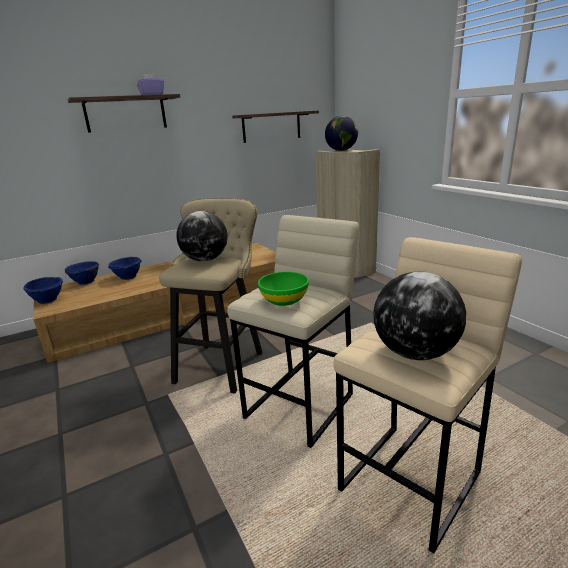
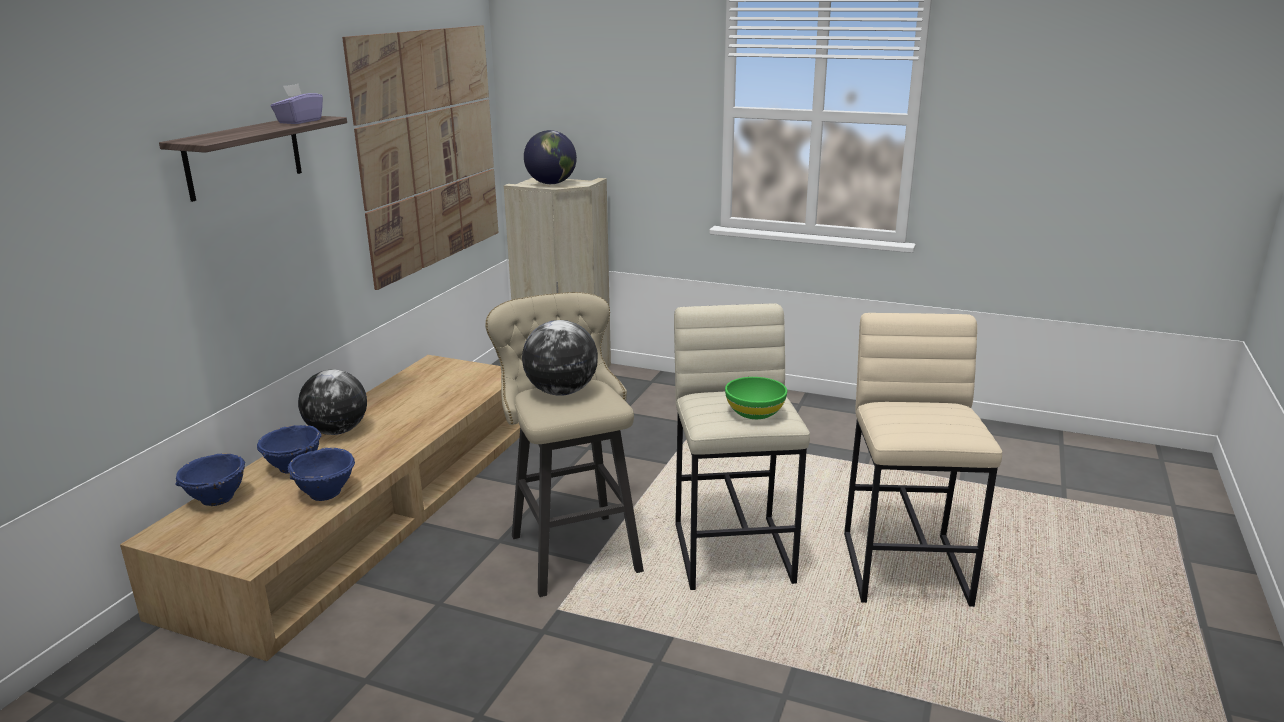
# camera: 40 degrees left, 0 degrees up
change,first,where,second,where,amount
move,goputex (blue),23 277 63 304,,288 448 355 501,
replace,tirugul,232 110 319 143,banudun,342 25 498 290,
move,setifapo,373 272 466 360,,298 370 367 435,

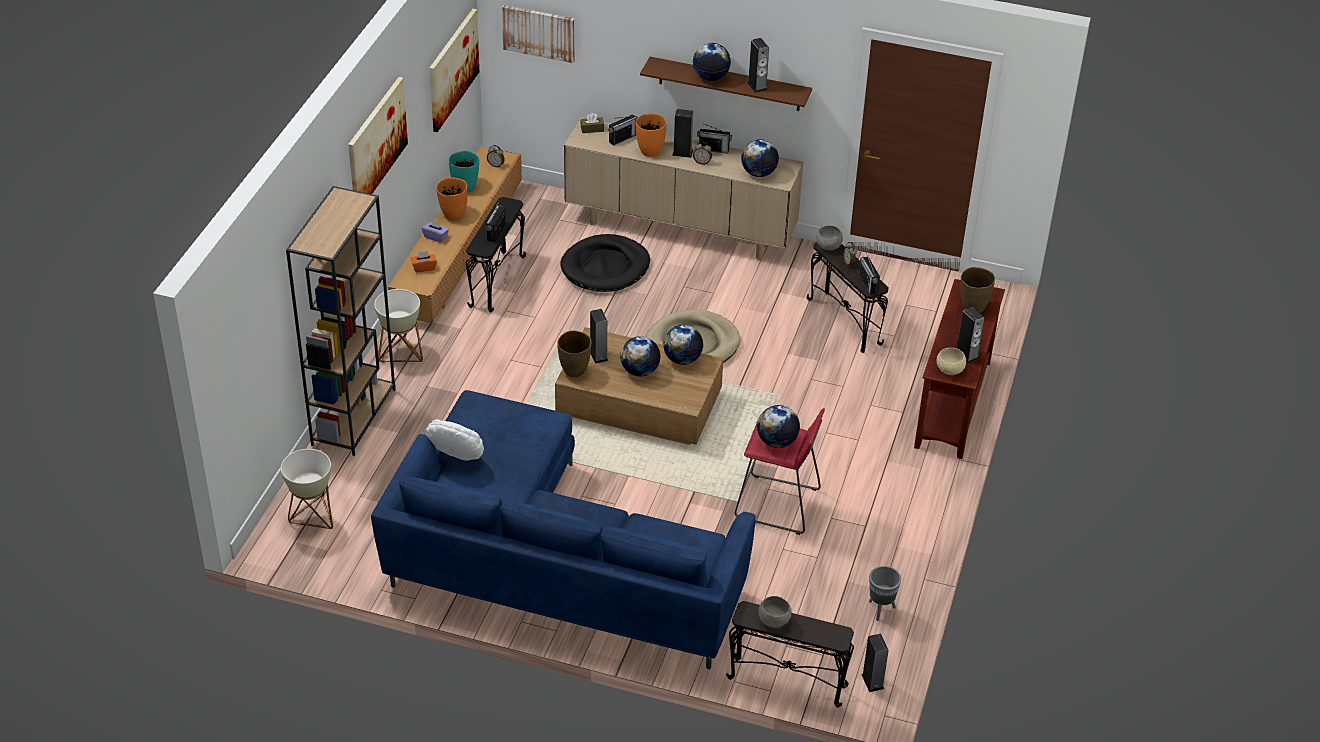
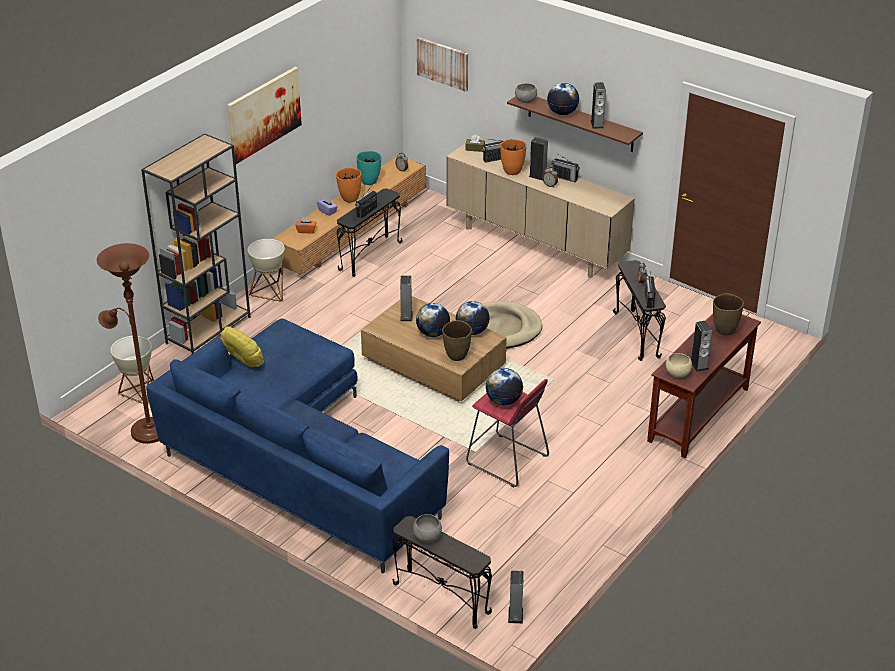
# camera: 20 degrees right, 5 degrees down
change,first,where,second,where,amount
recolor,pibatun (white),426 419 484 461,pibatun (yellow),221 327 264 367,
delete,banudun,429 9 479 132,,,
move,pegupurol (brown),557 330 591 377,,442 320 472 361,
delete,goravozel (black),560 234 650 292,,,
delete,setifapo,741 139 779 177,,,
move,goputex (grey),816 225 843 251,,515 83 537 103,
delete,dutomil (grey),869 566 901 621,,,
insert,,,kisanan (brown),97 243 159 444,

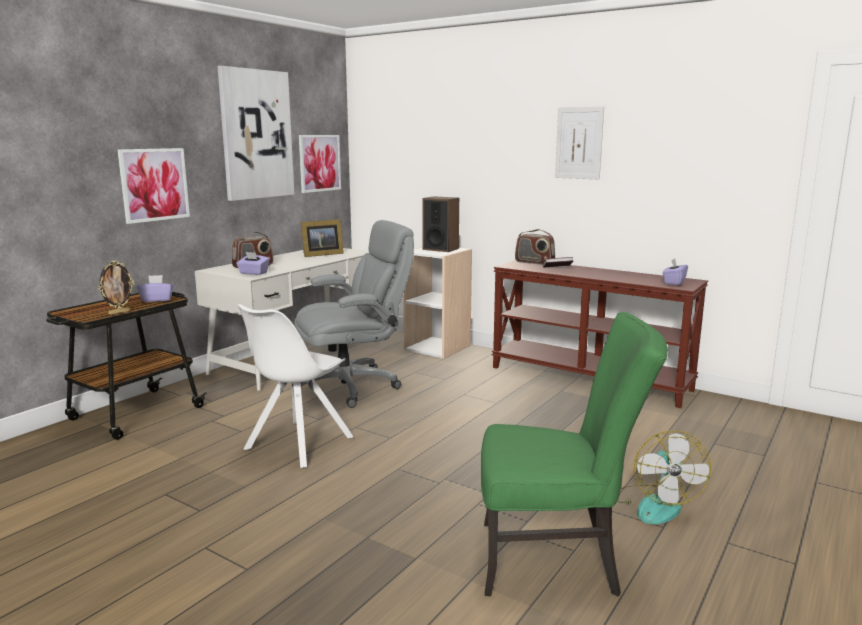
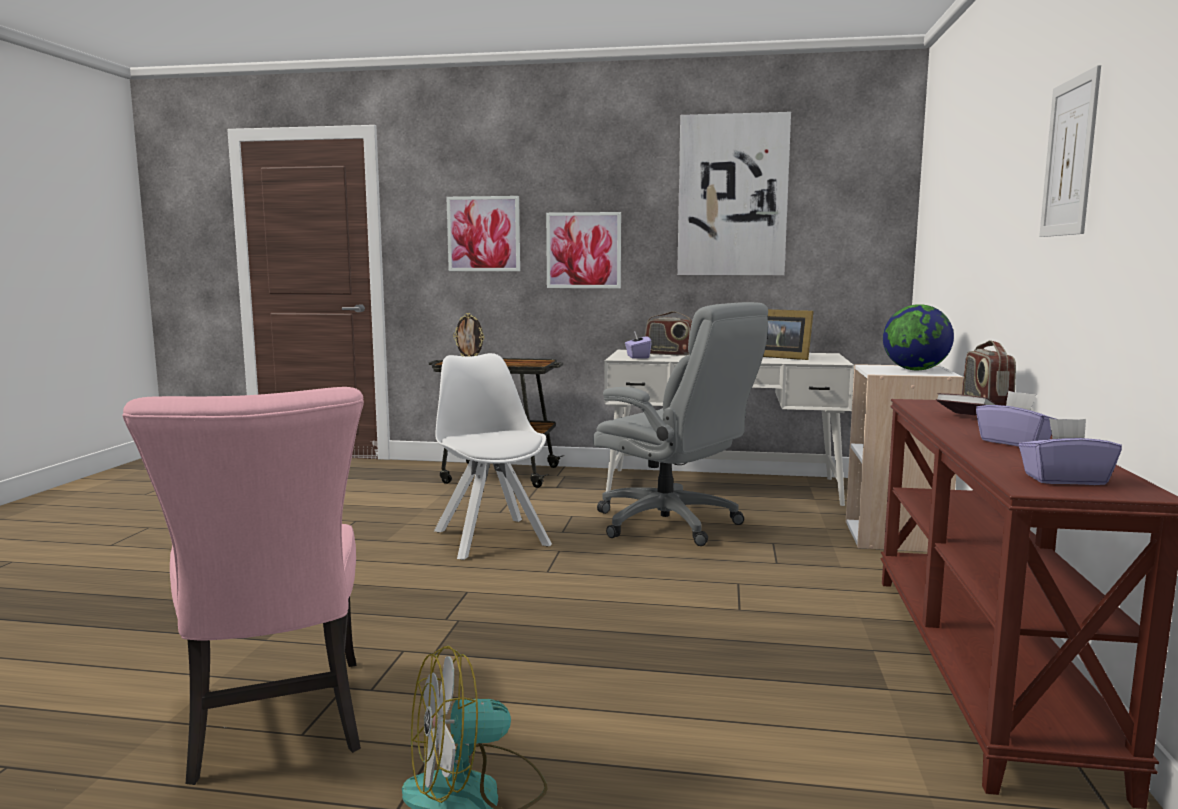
# camera: 65 degrees right, 5 degrees down
change,first,where,second,where,amount
move,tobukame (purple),137 275 174 302,,976 391 1056 447,
rotate,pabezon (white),238 304 354 468,,434 353 552 560,60 degrees clockwise
move,banudun,299 135 341 193,,446 196 520 271,
replace,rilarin,422 196 459 252,setifapo,883 304 954 370,
recolor,pabezon (green),481 312 668 597,pabezon (pink),122 387 364 785,

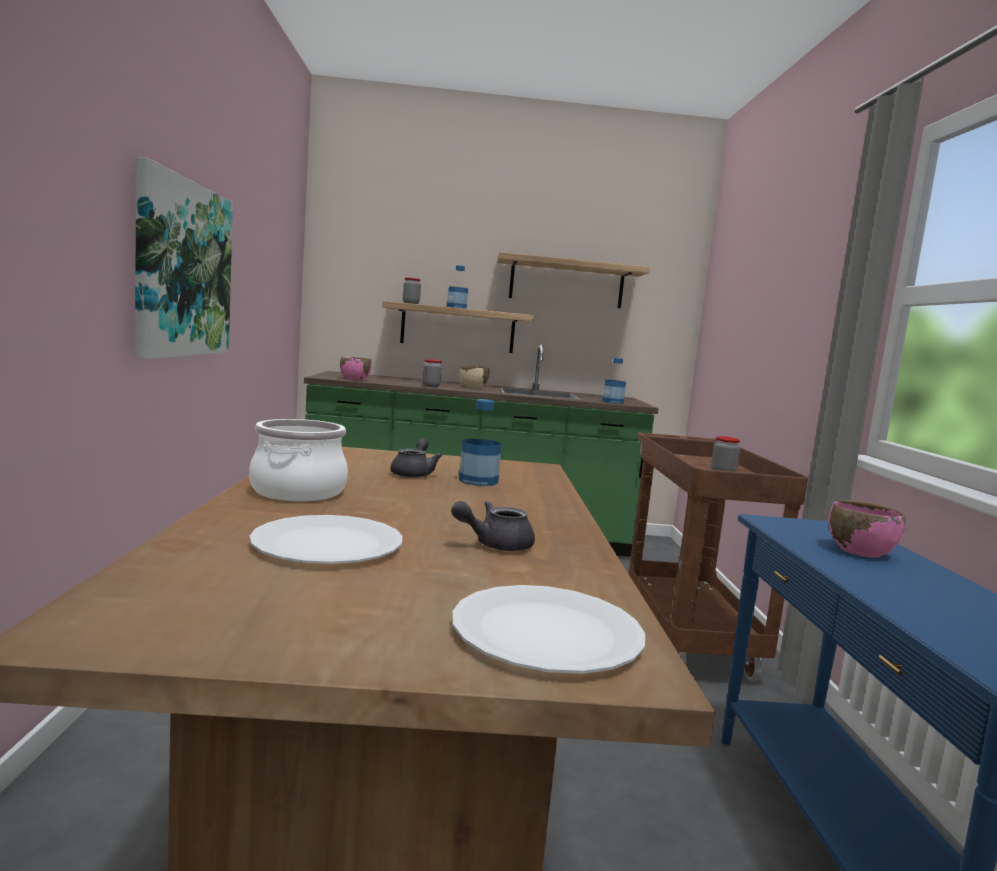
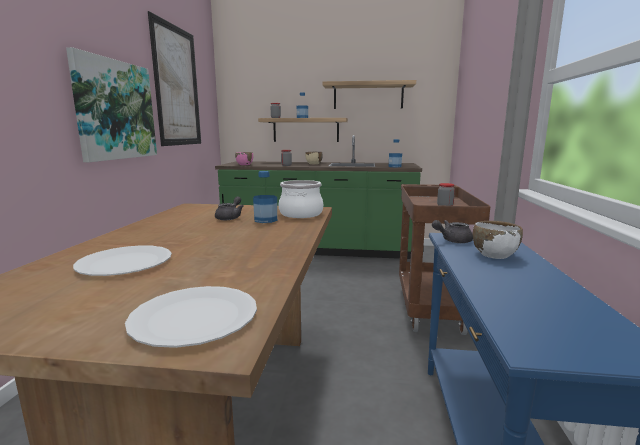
# camera: 10 degrees right, 5 degrees up
change,first,where,second,where,amount
move,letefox,249 419 348 502,,279 180 323 218,
move,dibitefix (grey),451 501 535 551,,432 220 473 243,
recolor,goputex (pink),829 500 906 558,goputex (white),473 221 523 259,
insert,,,banudun,148 11 201 146,

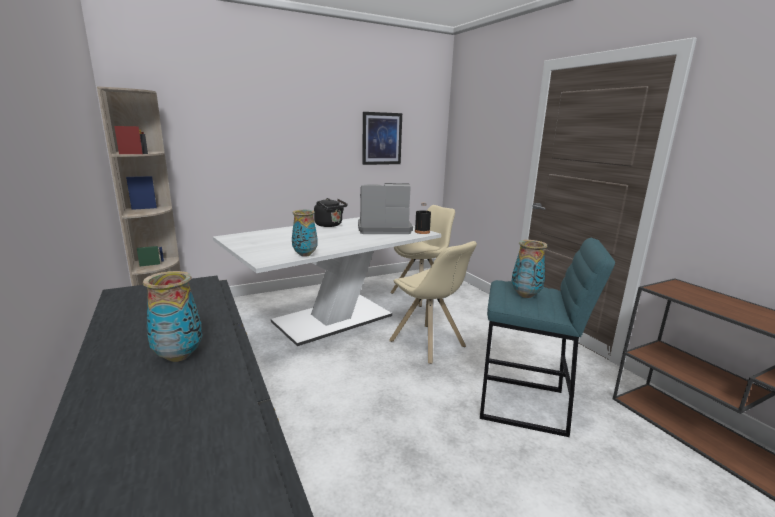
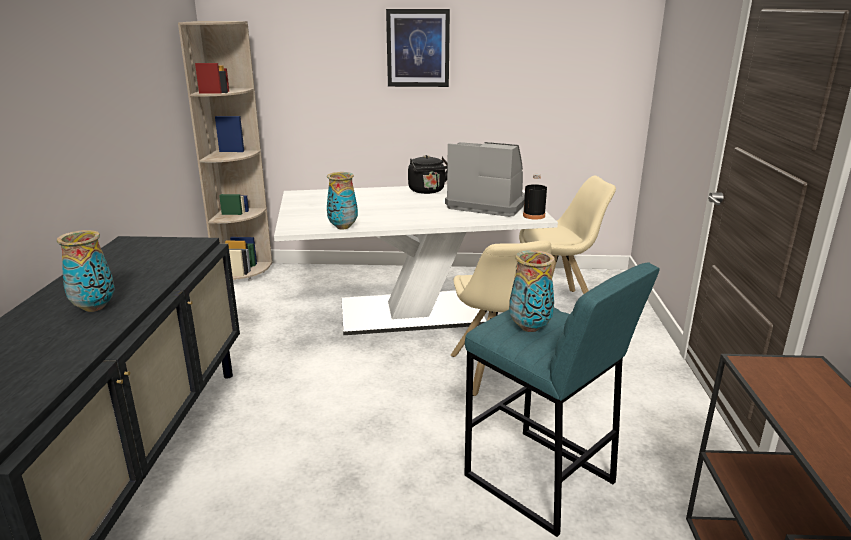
# camera: 30 degrees right, 5 degrees up
change,first,where,second,where,amount
move,banudun,362 112 402 165,,386 9 450 87,

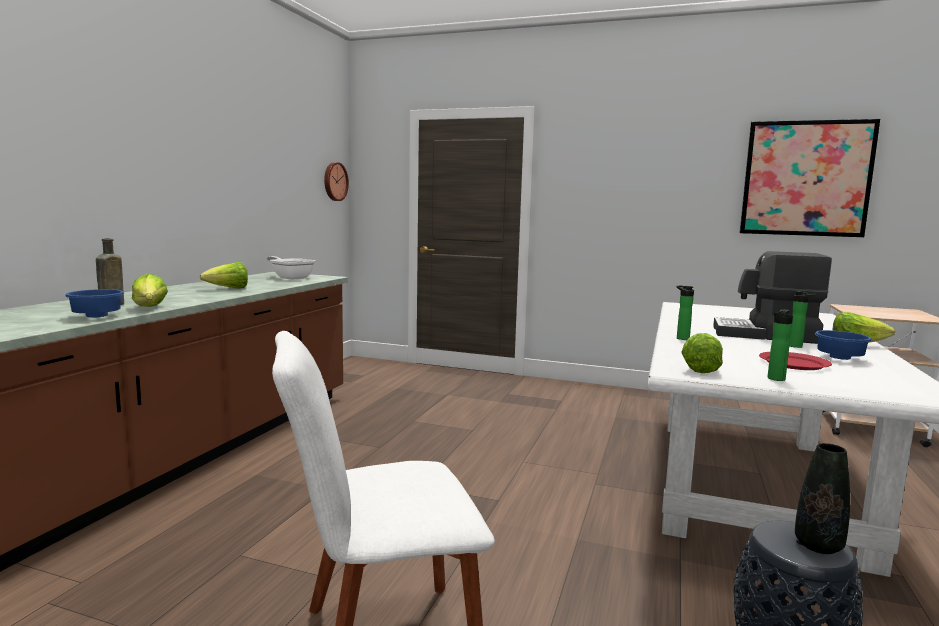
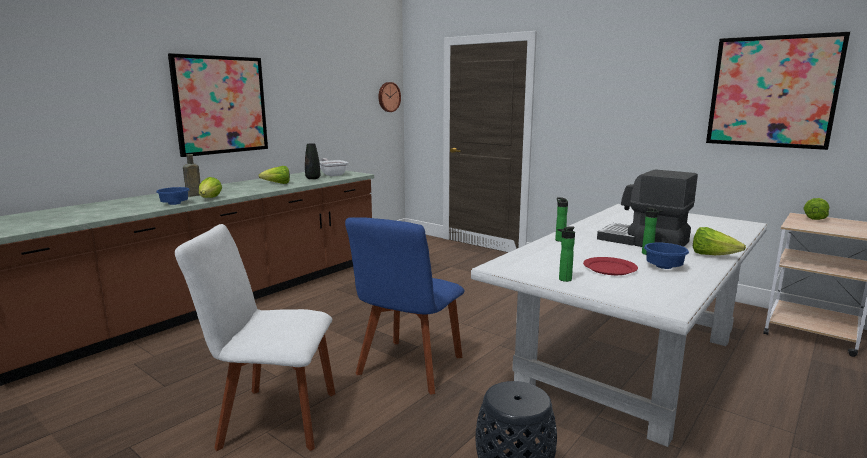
# camera: 20 degrees right, 5 degrees up
change,first,where,second,where,amount
move,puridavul,681 333 723 373,,803 198 829 220,
move,pegupurol (black),795 443 850 554,,305 143 320 179,
insert,,,banudun,168 53 268 157,
insert,,,pabezon (blue),345 217 465 395,

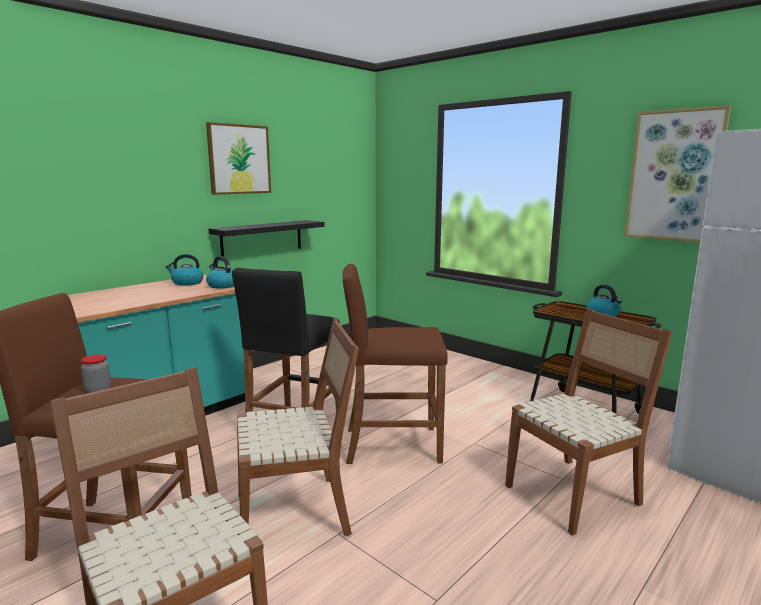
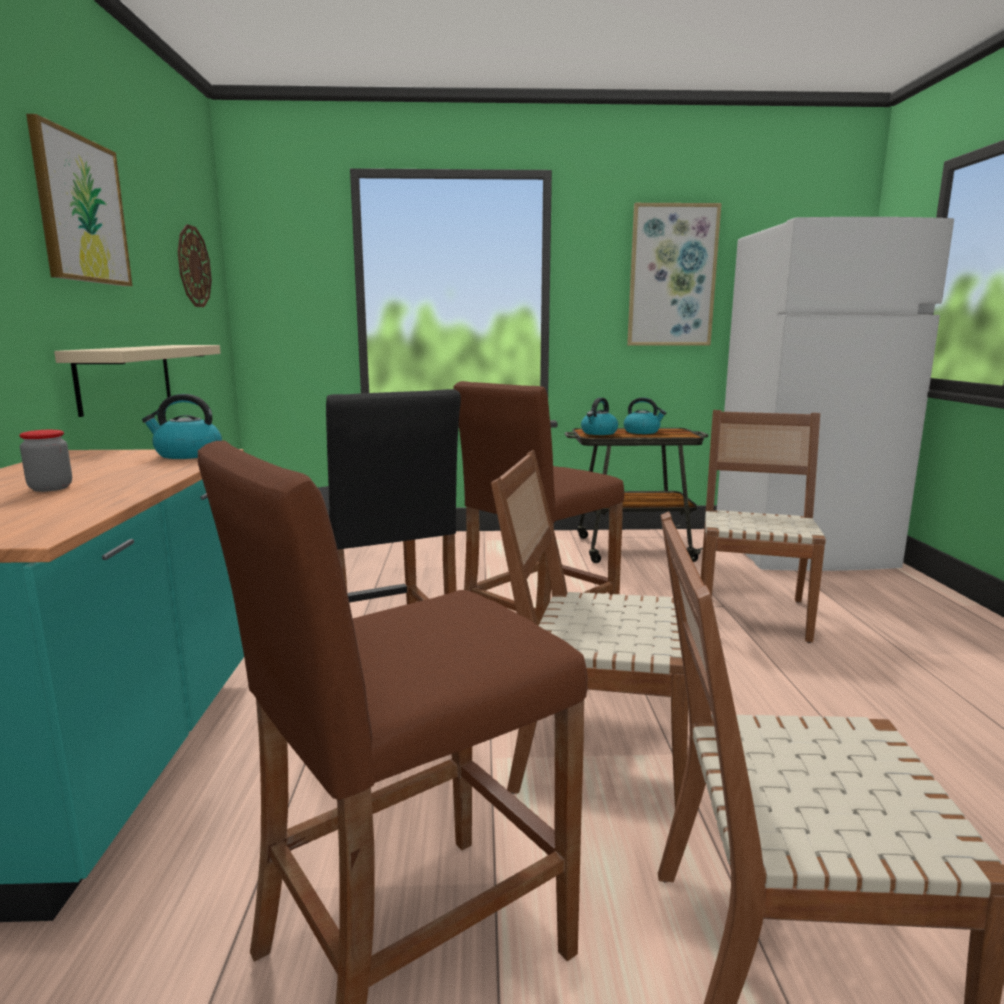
# camera: 45 degrees left, 0 degrees up
change,first,where,second,where,amount
move,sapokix,81 354 111 393,,19 430 72 492,
move,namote,166 254 203 286,,581 398 618 435,
recolor,tirugul (black),208 220 325 257,tirugul (beige),54 345 221 417,
rotate,pabezon,237 318 359 536,,491 450 688 809,105 degrees counterclockwise
insert,,,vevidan,178 224 212 307,

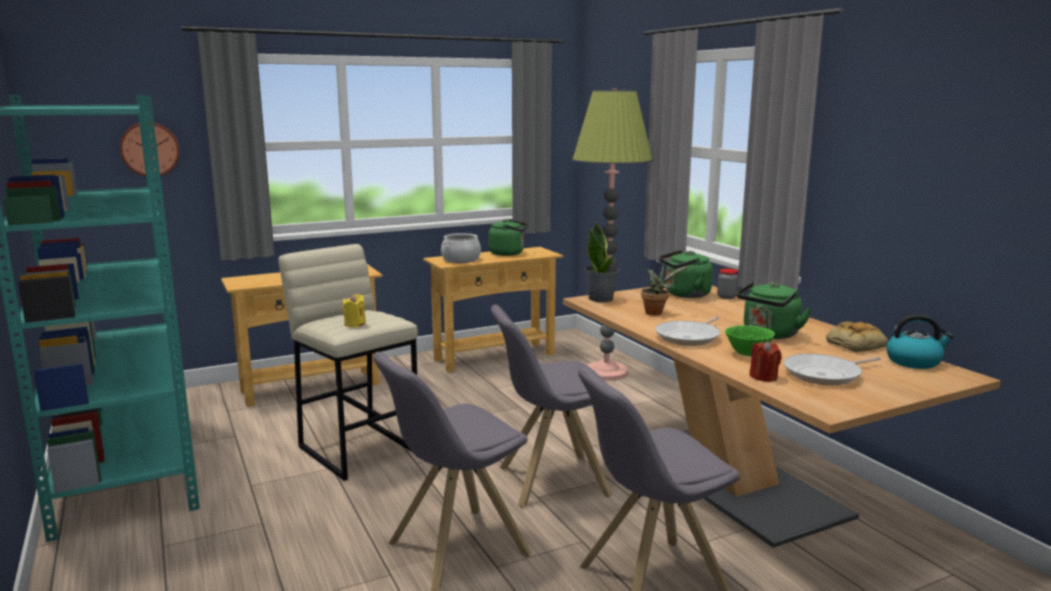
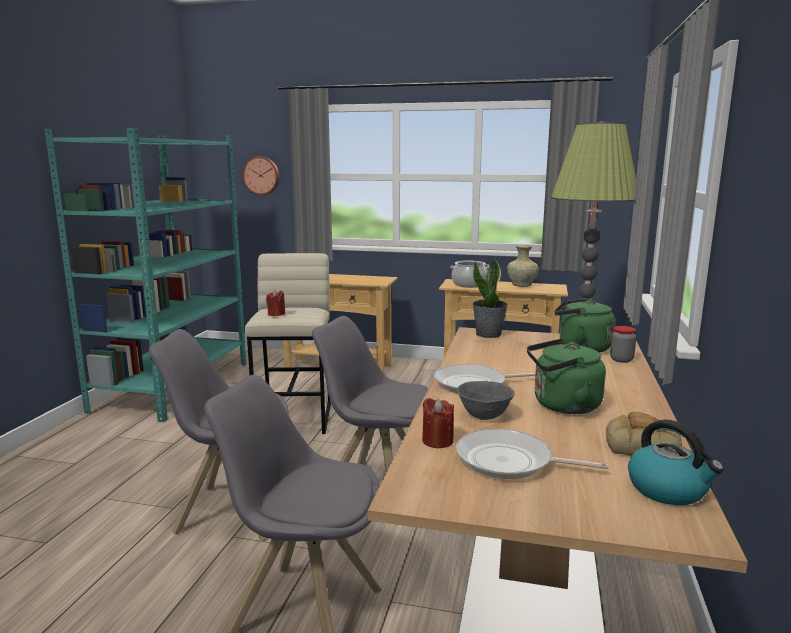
# camera: 40 degrees right, 0 degrees up
change,first,where,second,where,amount
recolor,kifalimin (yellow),342 294 366 327,kifalimin (red),266 290 285 316,
replace,namote (green),488 219 528 256,pegupurol (beige),507 244 539 287,
delete,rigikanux,641 263 688 315,,,
recolor,goputex (green),725 325 775 356,goputex (grey),457 381 515 420,

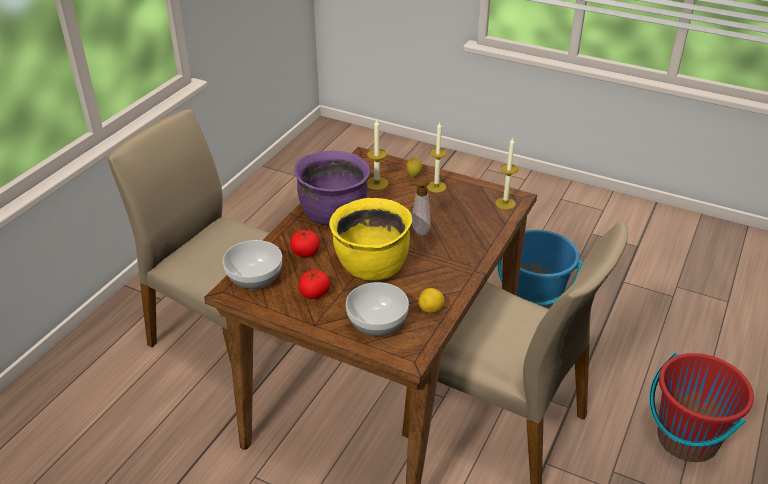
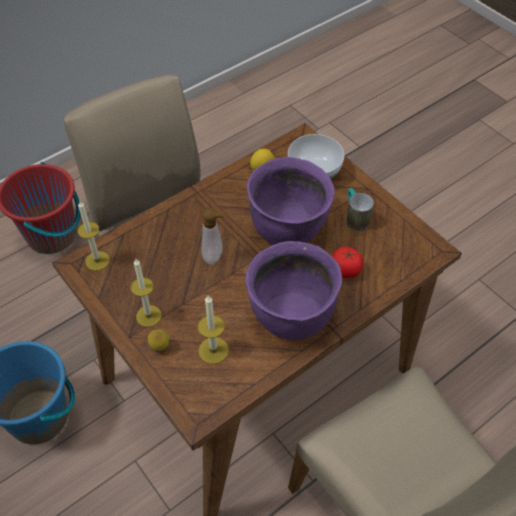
# camera: 155 degrees left, 15 degrees up
change,first,where,second,where,amount
delete,goputex,223 240 282 290,,,
replace,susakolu,298 270 330 299,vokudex,346 188 374 231,
recolor,letefox (yellow),329 198 412 280,letefox (purple),247 157 335 245,

